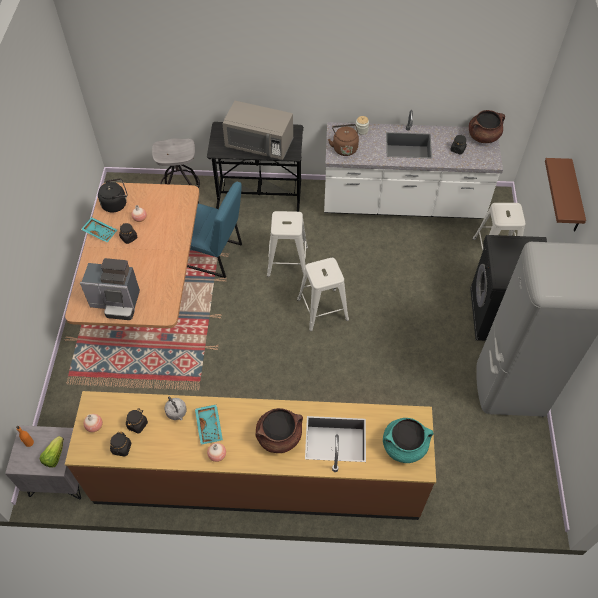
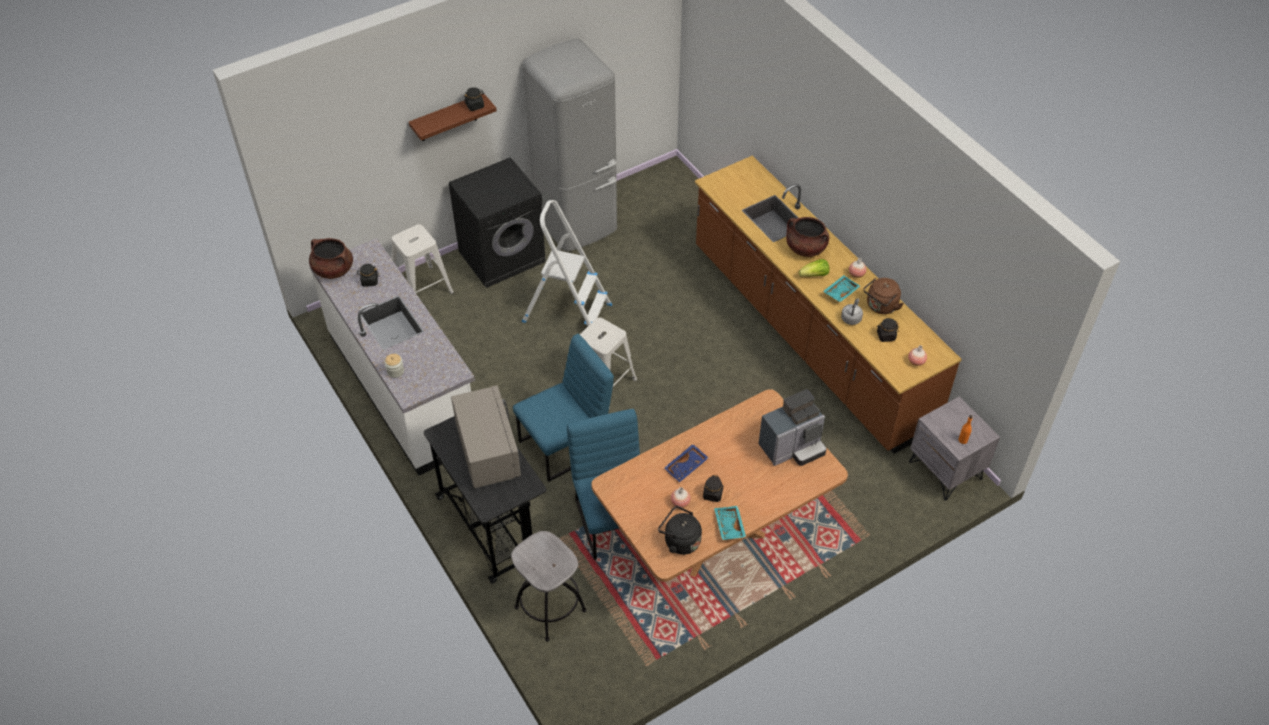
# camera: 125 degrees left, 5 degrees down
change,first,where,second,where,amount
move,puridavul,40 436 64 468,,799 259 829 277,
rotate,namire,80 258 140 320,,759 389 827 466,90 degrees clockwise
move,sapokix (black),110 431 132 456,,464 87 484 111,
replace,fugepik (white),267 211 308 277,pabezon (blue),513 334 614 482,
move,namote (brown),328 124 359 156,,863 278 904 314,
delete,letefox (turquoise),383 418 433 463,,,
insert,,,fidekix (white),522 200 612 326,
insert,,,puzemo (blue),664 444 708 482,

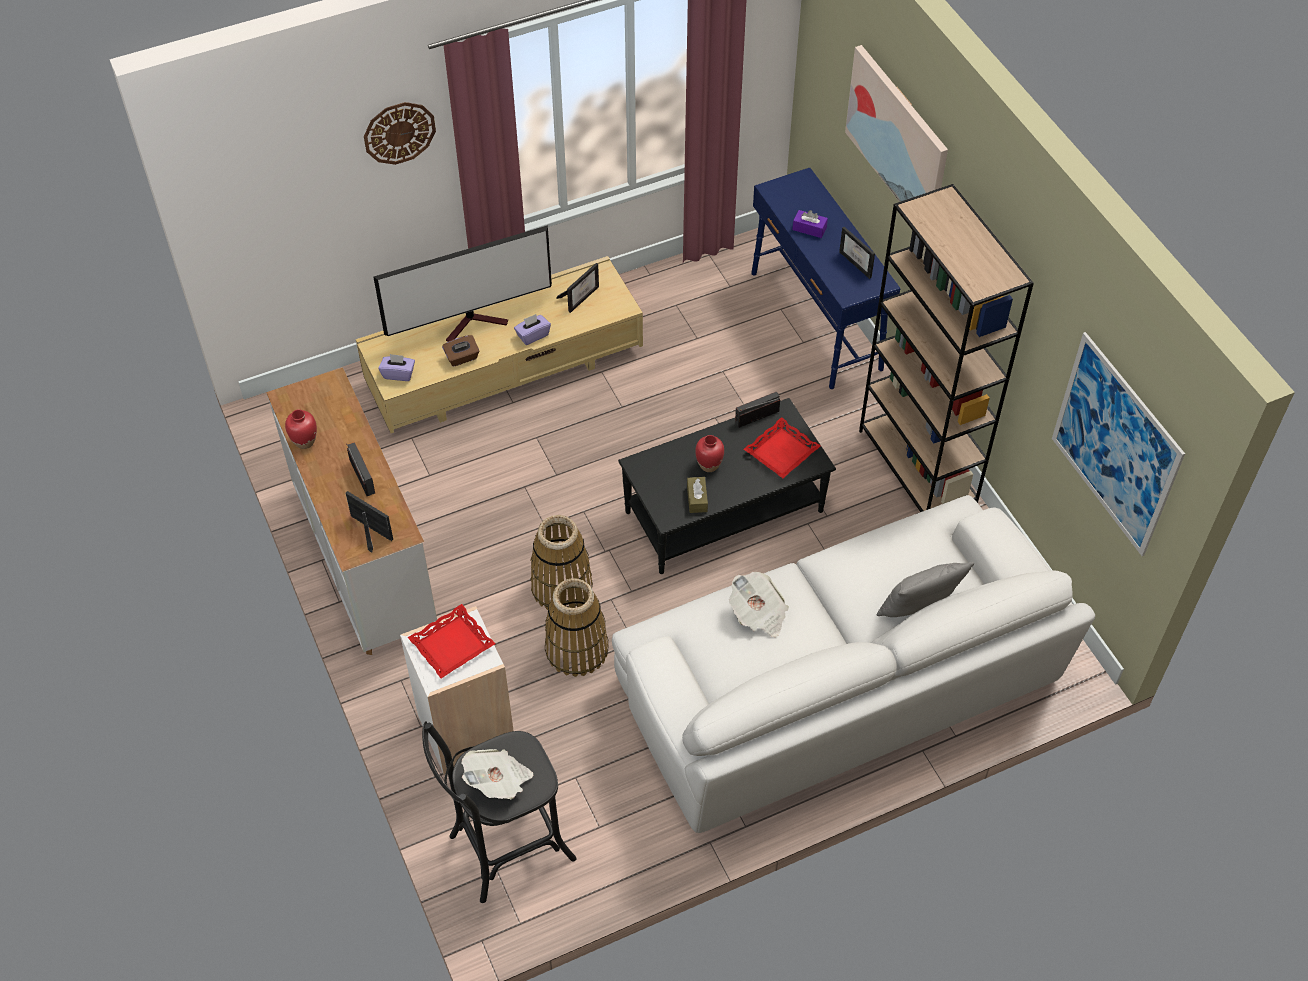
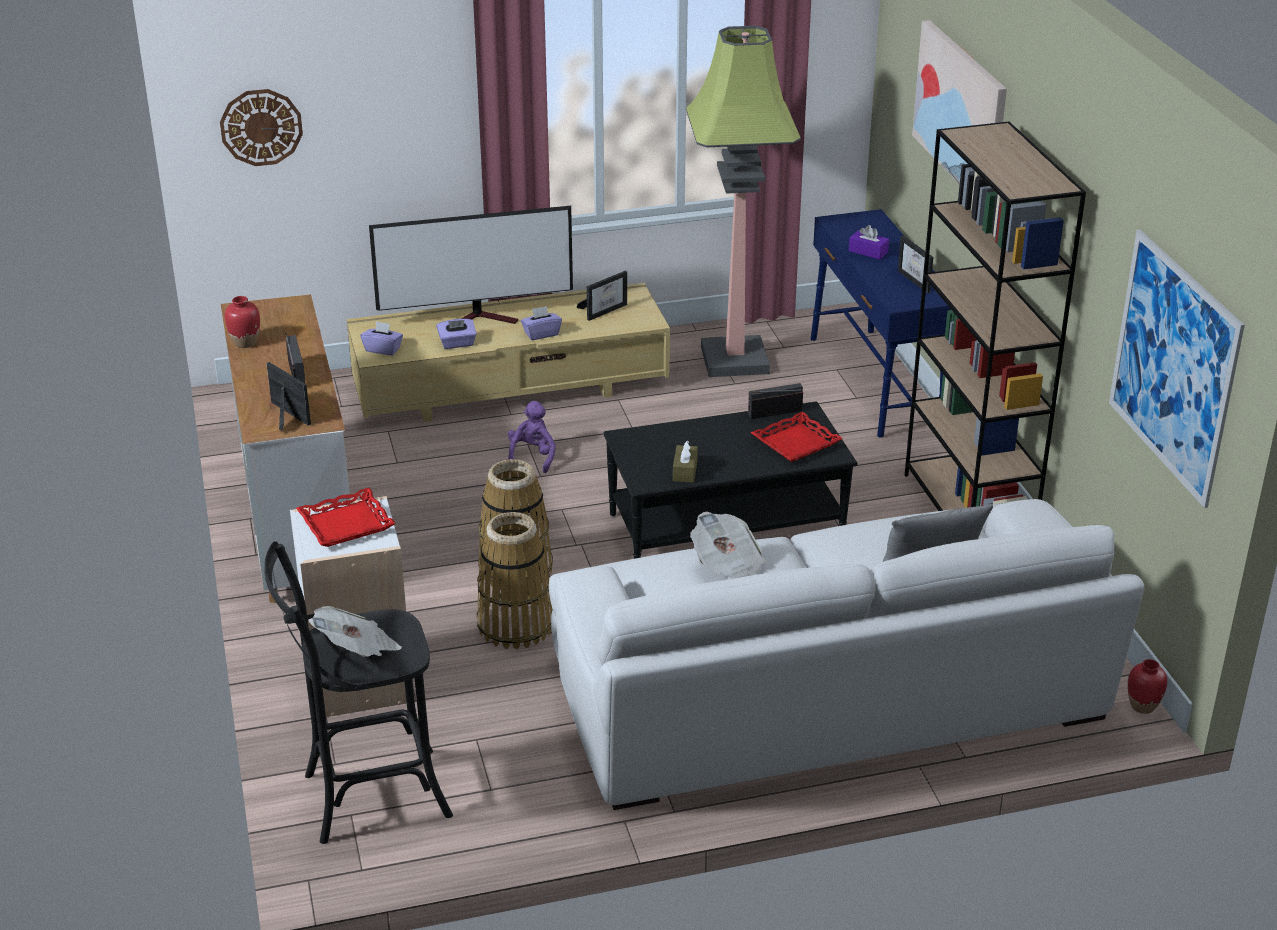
# camera: 10 degrees right, 20 degrees down
change,first,where,second,where,amount
move,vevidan,364 102 436 165,,220 89 303 166,
recolor,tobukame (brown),442 335 479 367,tobukame (purple),436 319 477 349,
move,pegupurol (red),695 435 724 472,,1128 659 1167 714,
insert,,,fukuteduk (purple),508 401 556 473,
insert,,,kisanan,686 26 801 377,

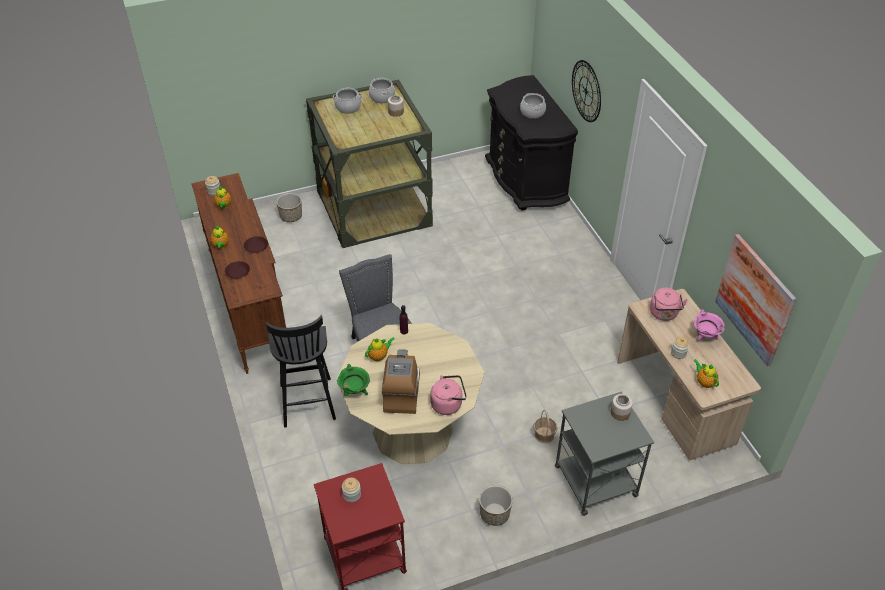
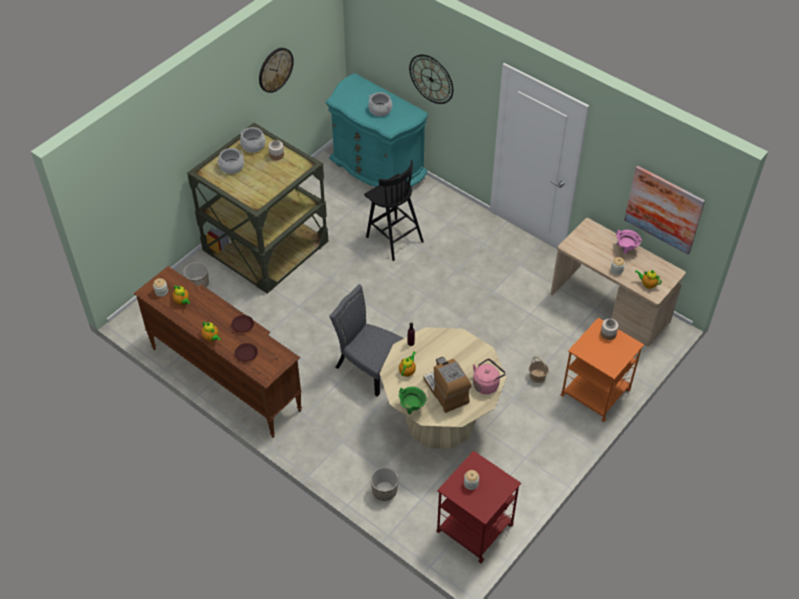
# camera: 30 degrees left, 5 degrees up
change,first,where,second,where,amount
move,fugepik (black),266 315 336 428,,364 160 424 261,
move,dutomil,479 485 513 526,,370 467 398 501,
recolor,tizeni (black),485 75 578 210,tizeni (turquoise),325 73 428 187,
recolor,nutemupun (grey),555 391 654 516,nutemupun (orange),561 318 644 422,
delete,namote (pink),650 288 687 321,,,
insert,,,vevidan,259 48 294 93,

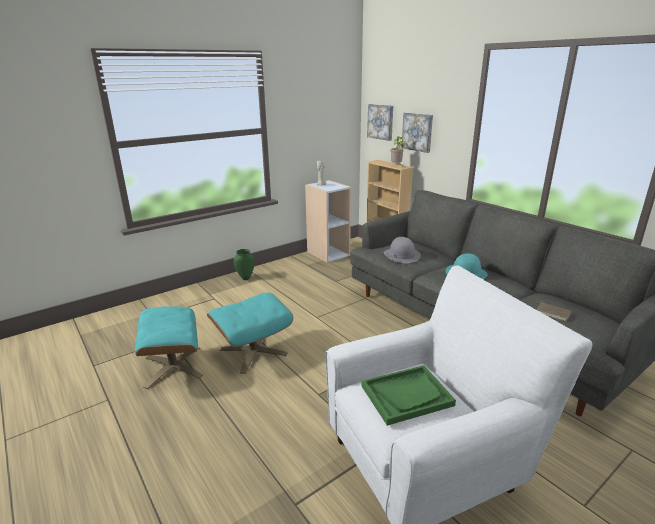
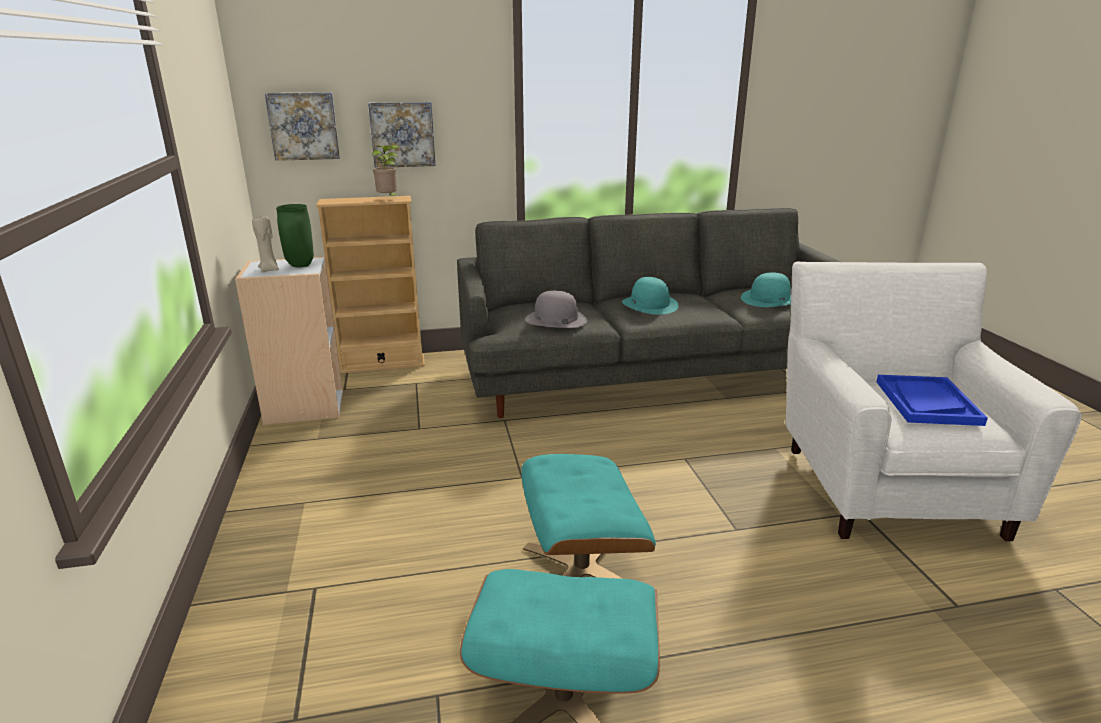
# camera: 65 degrees left, 0 degrees up
change,first,where,second,where,amount
move,pegupurol (green),234 249 255 280,,276 204 314 267,
recolor,puzemo (green),362 365 456 426,puzemo (blue),876 375 988 426,
replace,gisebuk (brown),537 303 571 321,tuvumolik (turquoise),741 272 791 307,

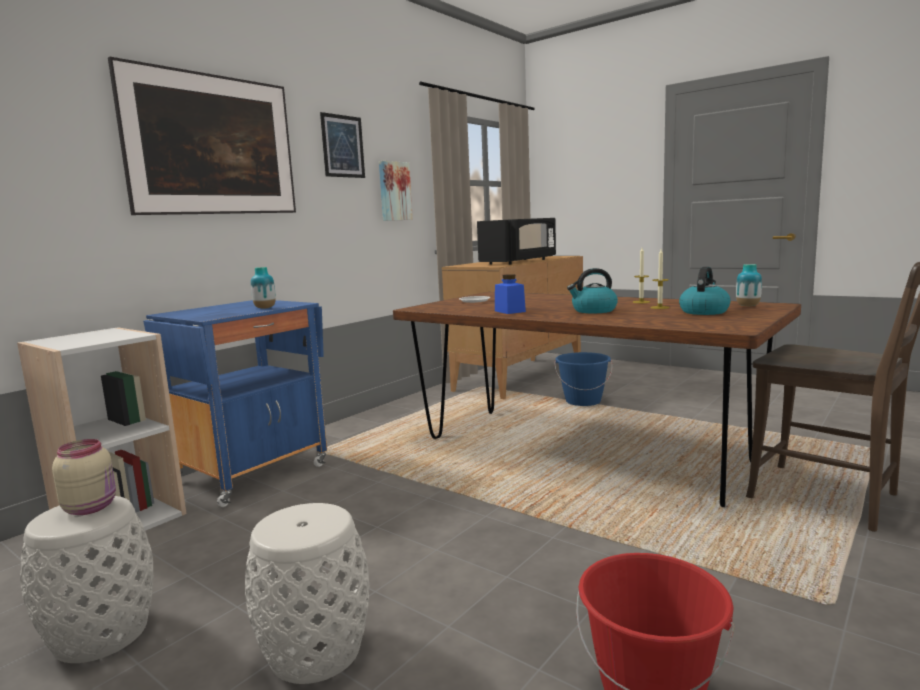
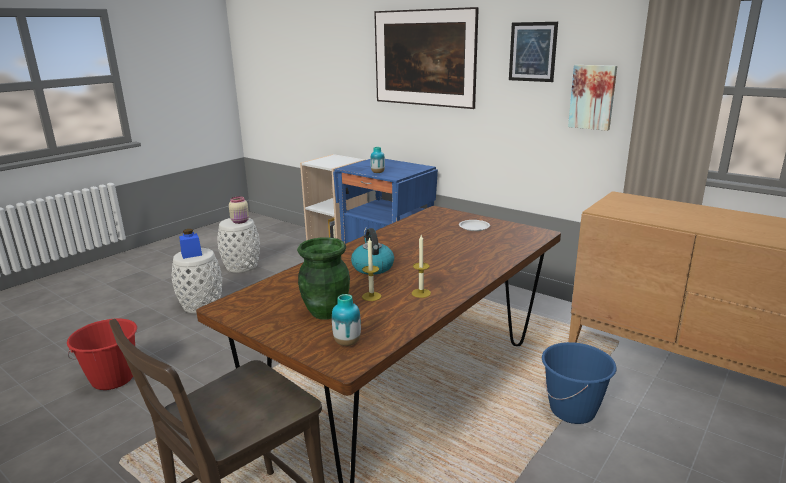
# camera: 90 degrees right, 10 degrees up
change,first,where,second,where,amount
delete,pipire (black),477 218 556 265,,,
move,sapokix (blue),495 274 526 314,,179 229 202 259,
replace,namote,679 267 731 315,pegupurol (green),297 237 350 319,

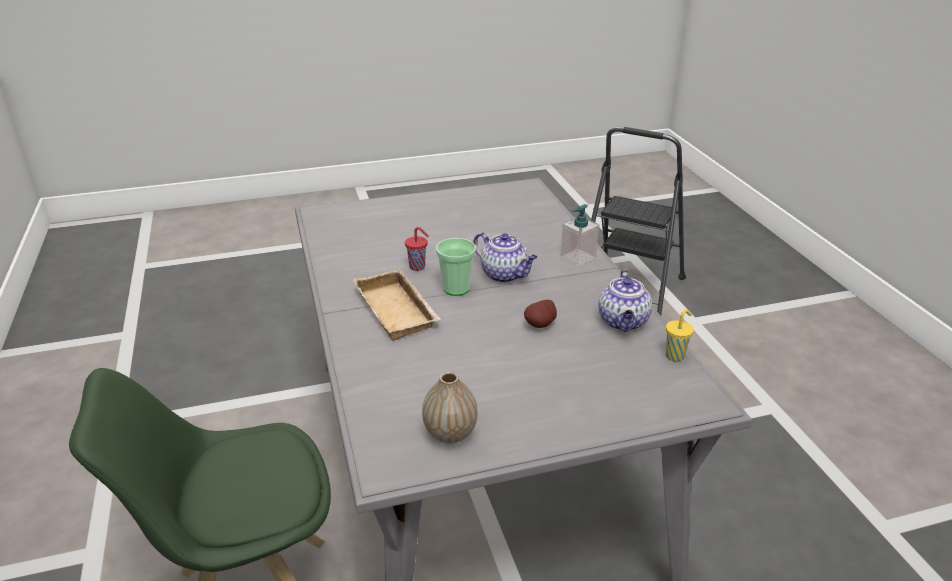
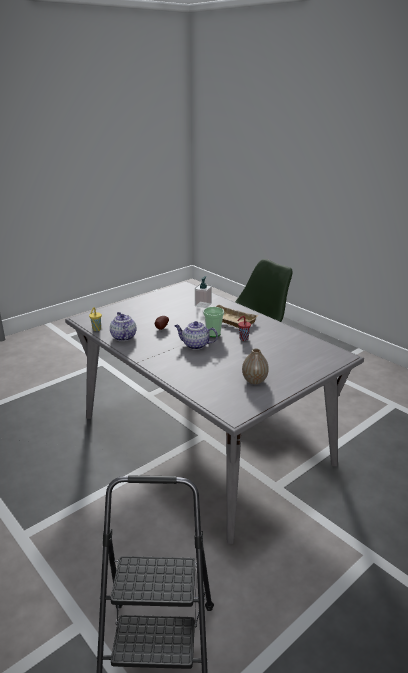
# camera: 155 degrees right, 5 degrees down
change,first,where,second,where,amount
move,pegupurol,422 372 478 444,,242 348 269 384,
move,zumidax,561 204 599 266,,195 276 212 308,

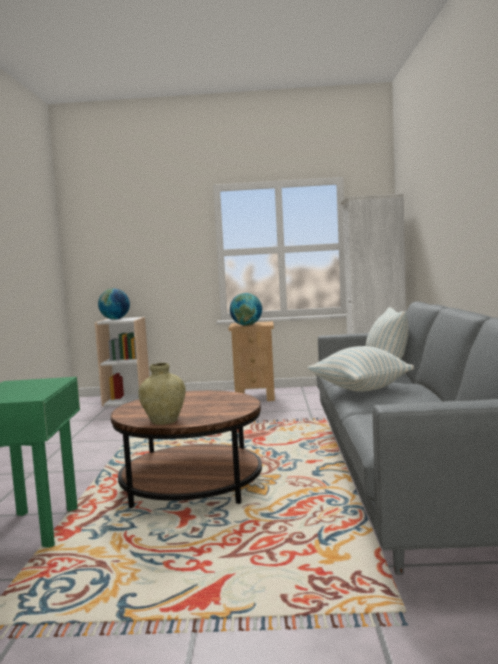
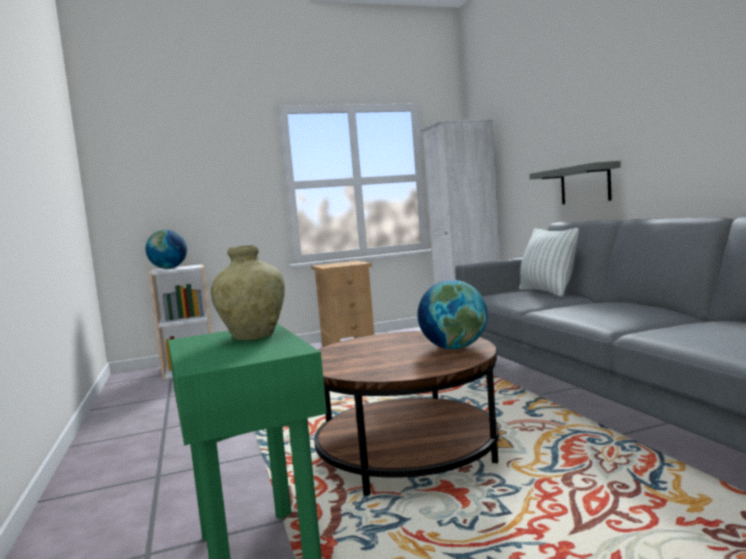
# camera: 20 degrees left, 0 degrees up
change,first,where,second,where,amount
move,pegupurol (beige),138 363 186 425,,211 245 285 340,
move,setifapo,230 293 262 326,,417 280 487 349,
delete,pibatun,307 346 414 392,,,
insert,,,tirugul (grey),529 161 621 204,

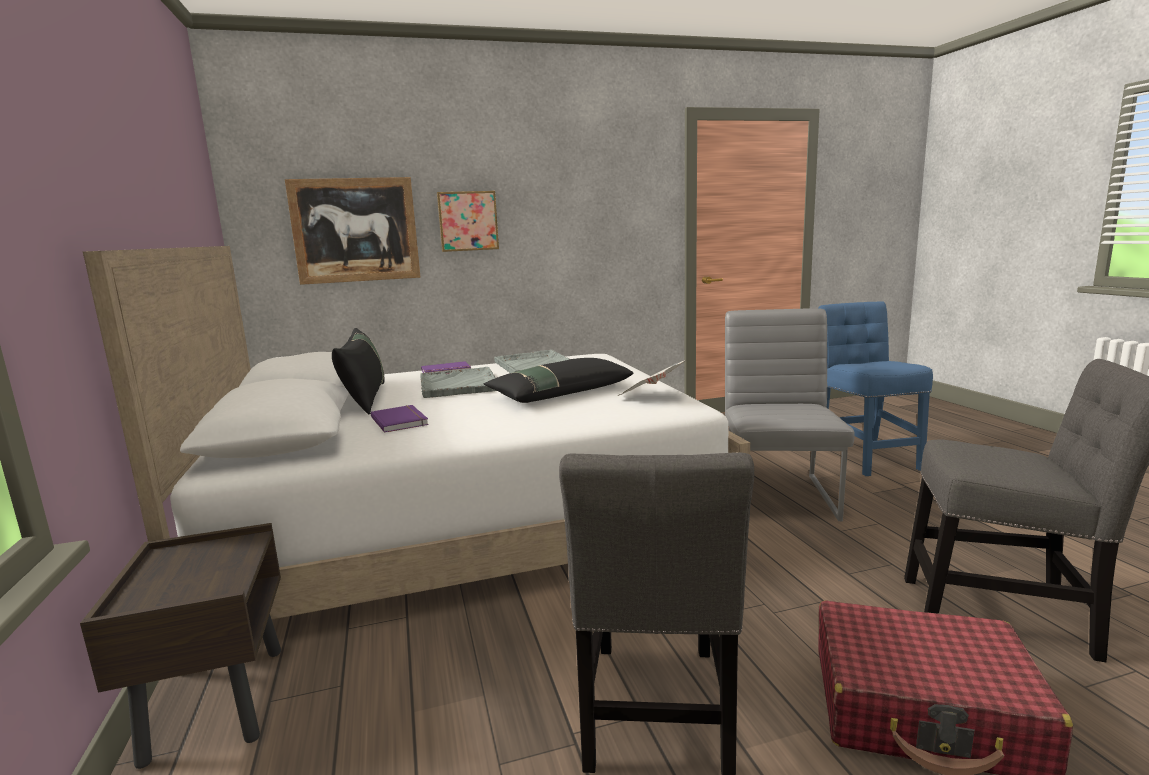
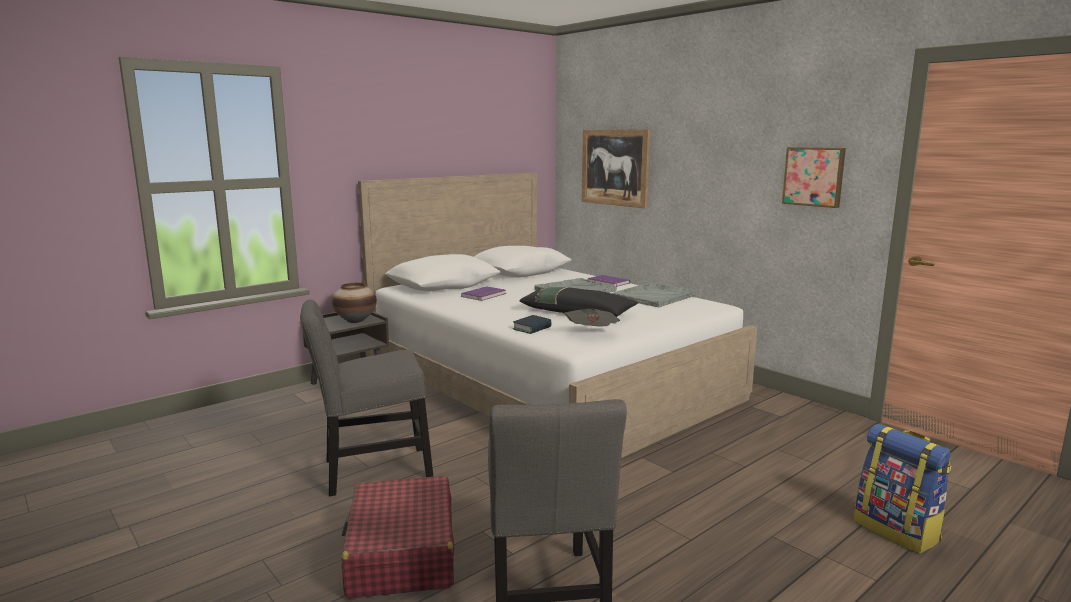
# camera: 65 degrees right, 0 degrees up
change,first,where,second,where,amount
delete,pibatun (black),332 328 385 414,,,
move,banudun,437 191 499 252,,782 147 846 208,
delete,pabezon (grey),725 308 855 521,,,
replace,pabezon (blue),818 301 933 476,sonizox,854 424 951 553,
insert,,,pegupurol,332 283 377 323,
insert,,,gisebuk,512 315 552 334,

